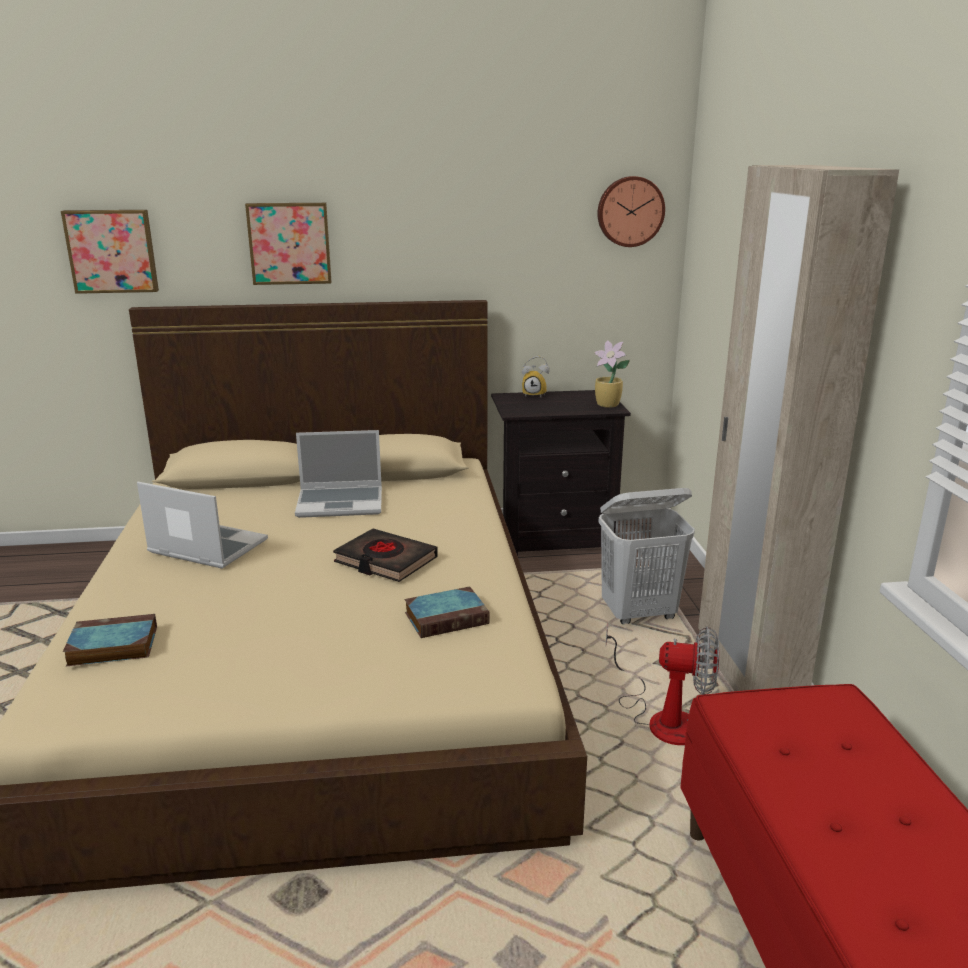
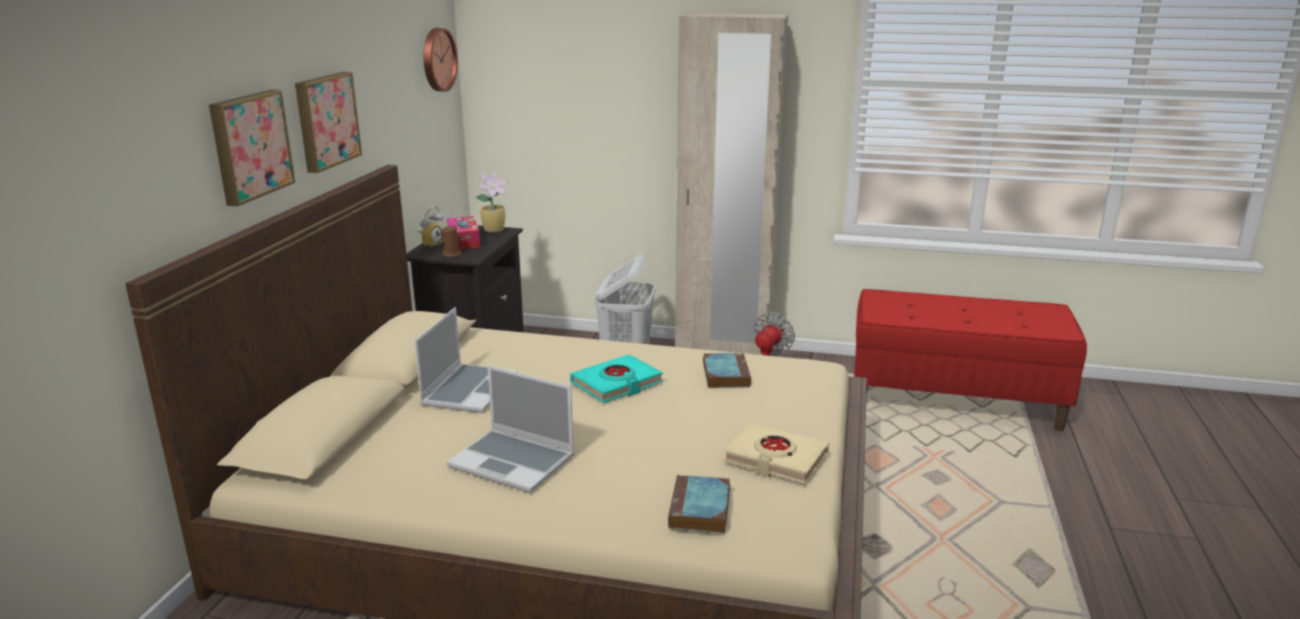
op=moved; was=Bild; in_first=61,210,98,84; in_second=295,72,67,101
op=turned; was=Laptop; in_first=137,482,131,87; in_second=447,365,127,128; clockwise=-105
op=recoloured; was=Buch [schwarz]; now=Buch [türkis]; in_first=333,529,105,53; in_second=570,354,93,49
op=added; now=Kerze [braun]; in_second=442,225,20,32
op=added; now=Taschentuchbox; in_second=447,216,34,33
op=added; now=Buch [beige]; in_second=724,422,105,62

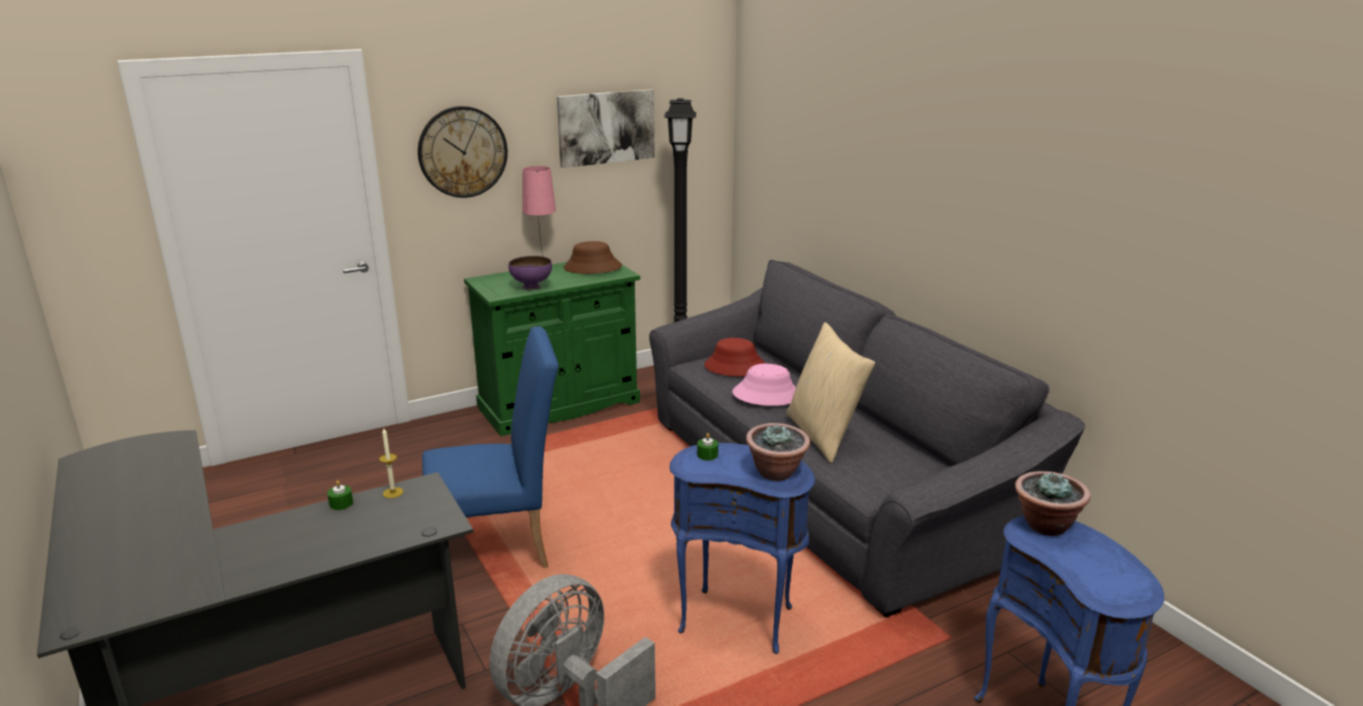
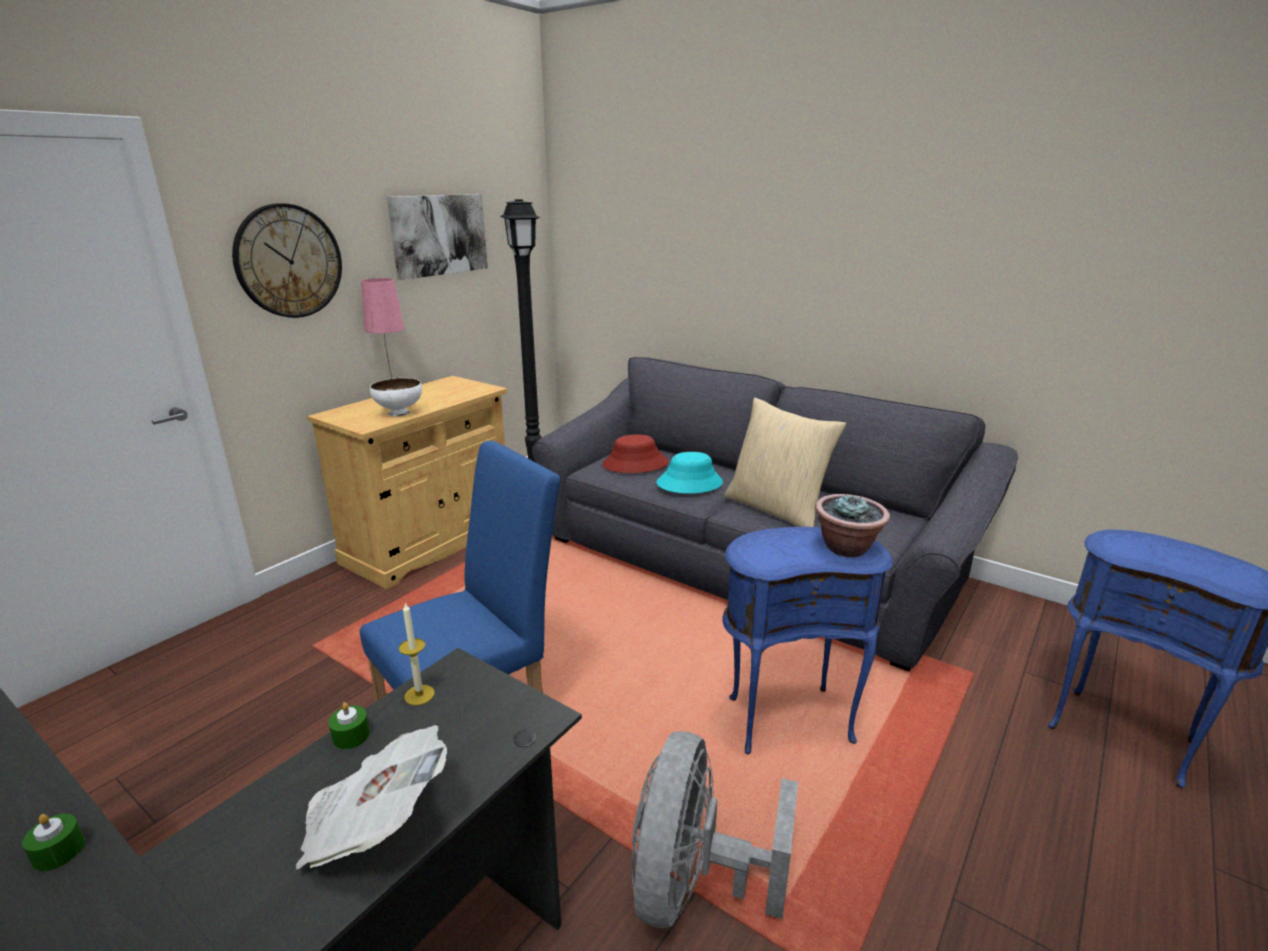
op=recoloured; was=Schrank [grün]; now=Schrank [beige]; in_first=464,262,176,174; in_second=307,376,201,213
op=recoloured; was=Schüssel [lila]; now=Schüssel [weiß]; in_first=509,256,43,34; in_second=370,378,52,39
op=removed; was=Hut [braun]; in_first=563,241,59,33
op=moved; was=Kerze [grün]; in_first=697,433,21,28; in_second=22,814,63,57
op=recoloured; was=Hut [rosa]; now=Hut [türkis]; in_first=732,364,64,42; in_second=656,452,67,42
op=removed; was=Topfpflanze; in_first=1015,471,75,65
op=added; now=Zeitung; in_second=296,725,151,144

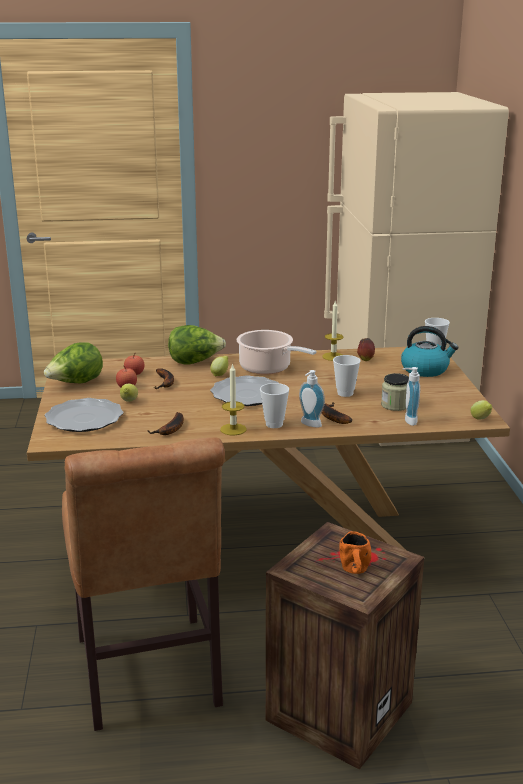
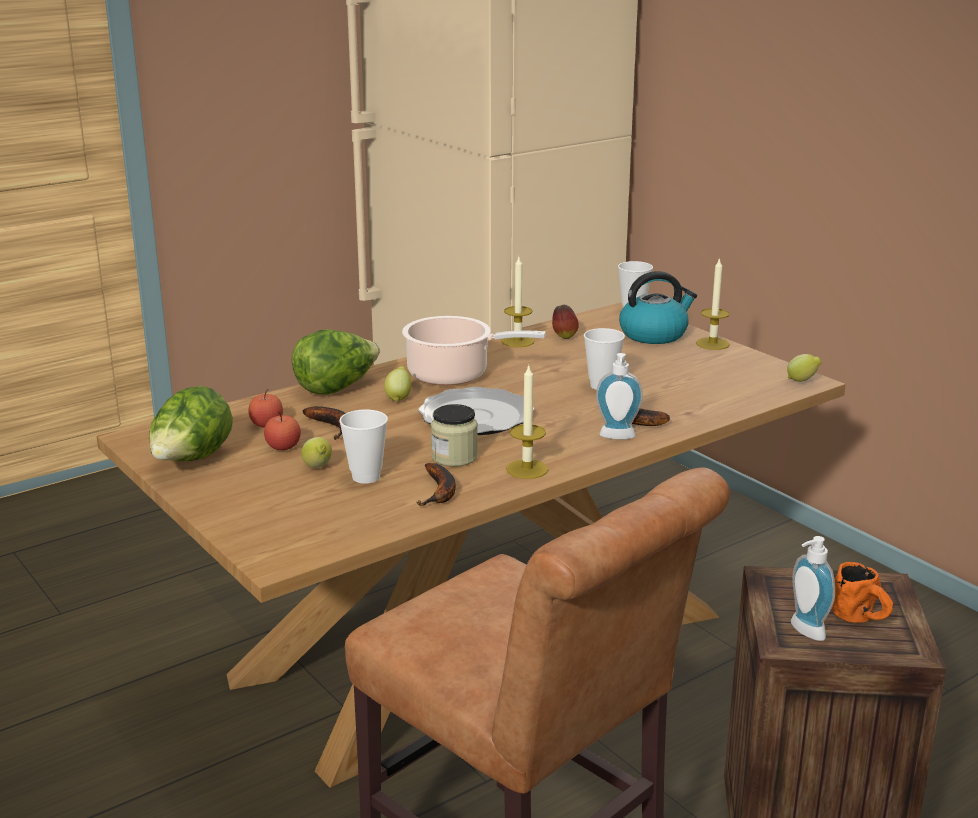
op=removed; was=Teller; in_first=45,398,78,34
op=moved; was=Tasse; in_first=260,383,29,45; in_second=339,409,49,75
op=moved; was=Vorratsglas; in_first=381,373,28,38; in_second=431,404,47,63
op=moved; was=Seifenspender; in_first=403,367,17,59; in_second=791,536,44,105
op=added; now=Kerze; in_second=696,257,34,93

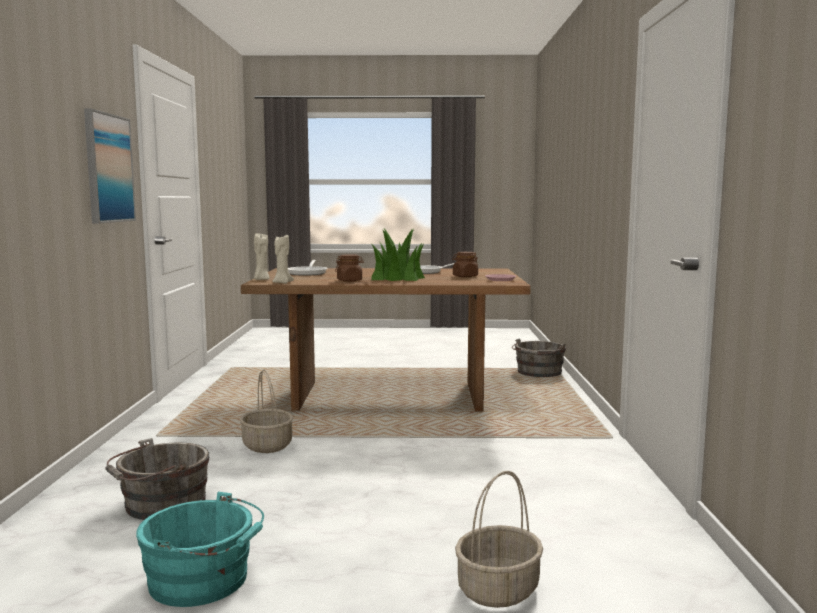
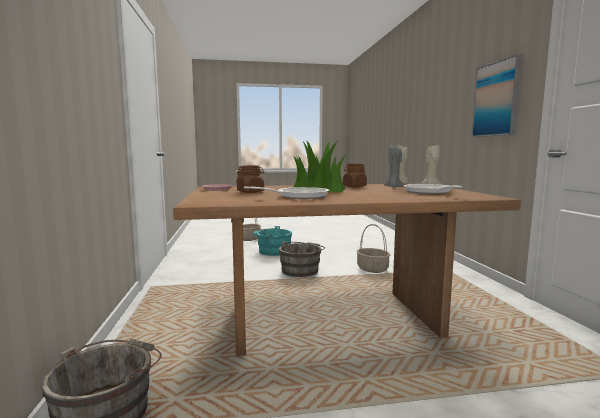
op=moved; was=Eimer [grau]; in_first=105,438,104,82; in_second=279,241,46,36
op=moved; was=Eimer [türkis]; in_first=136,492,128,115; in_second=253,226,39,30
op=added; now=Kerze [grau]; in_second=384,145,20,42

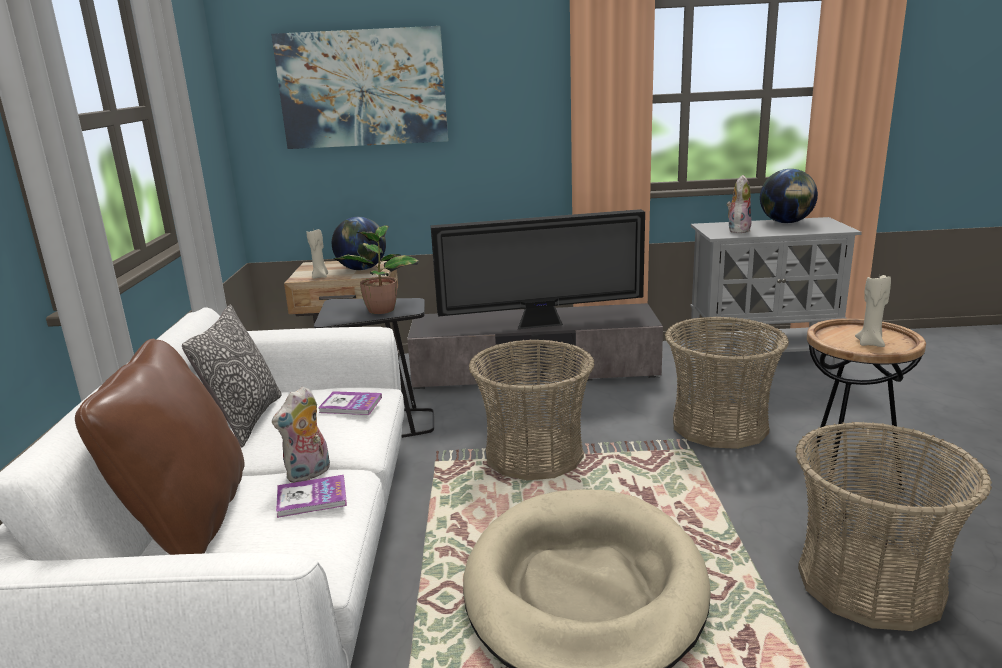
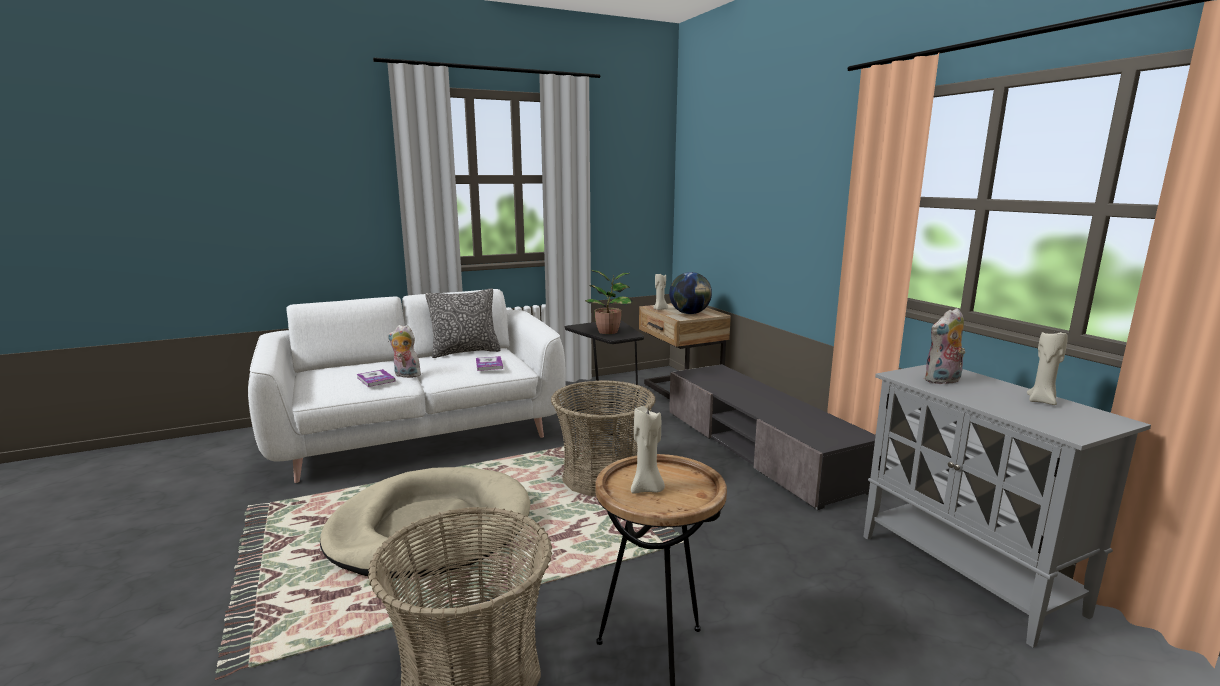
op=removed; was=Kissen [braun]; in_first=75,339,170,216
op=removed; was=Bild; in_first=271,26,177,123
op=removed; was=Fernseher; in_first=430,209,215,120
op=removed; was=Korb; in_first=665,316,124,133
op=turned; was=Plüschtier; in_first=727,175,24,58; in_second=924,308,41,77; clockwise=150
op=replaced; was=Globus; now=Kerze [beige]; in_first=760,169,58,54; in_second=1027,328,41,77

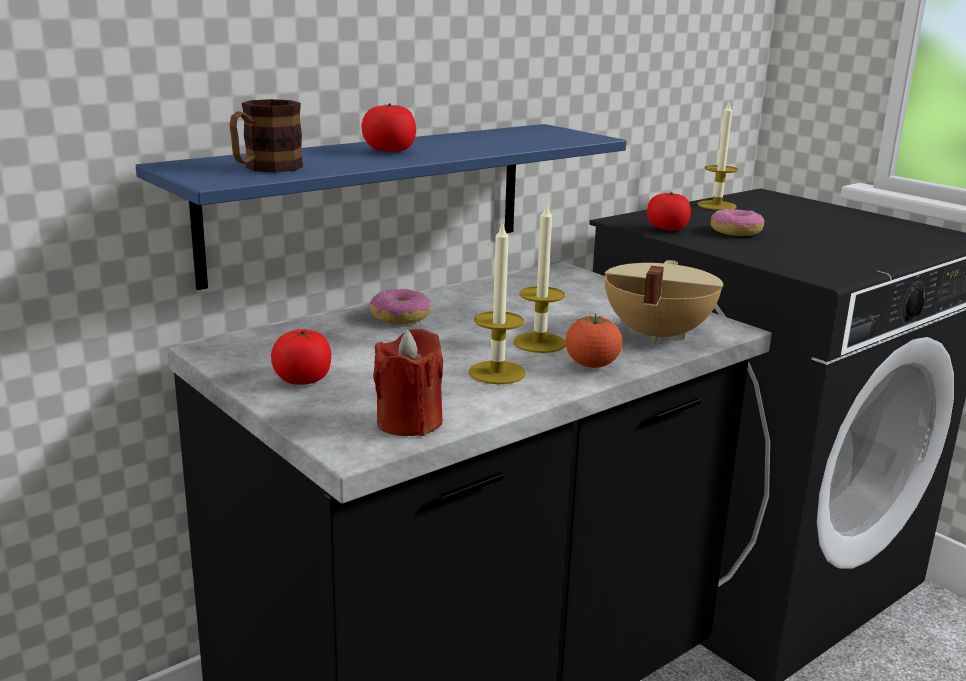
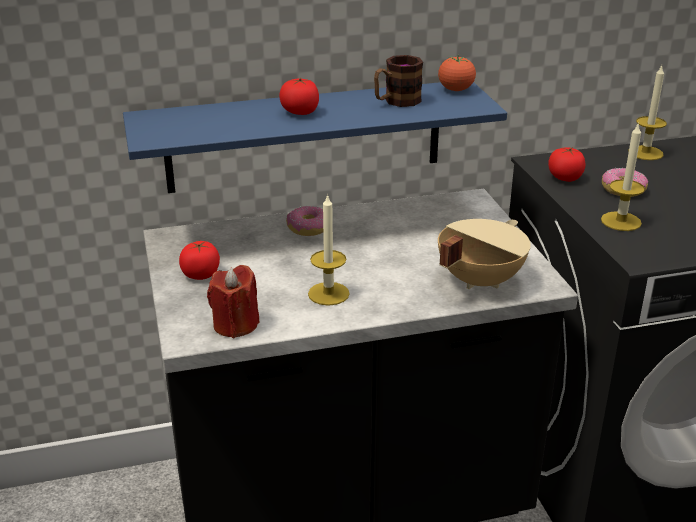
op=moved; was=Henkelbecher; in_first=229,99,74,74; in_second=374,55,49,52
op=moved; was=Kerze; in_first=513,205,53,148; in_second=601,122,44,109
op=moved; was=Tomate; in_first=565,314,57,54; in_second=438,55,38,36

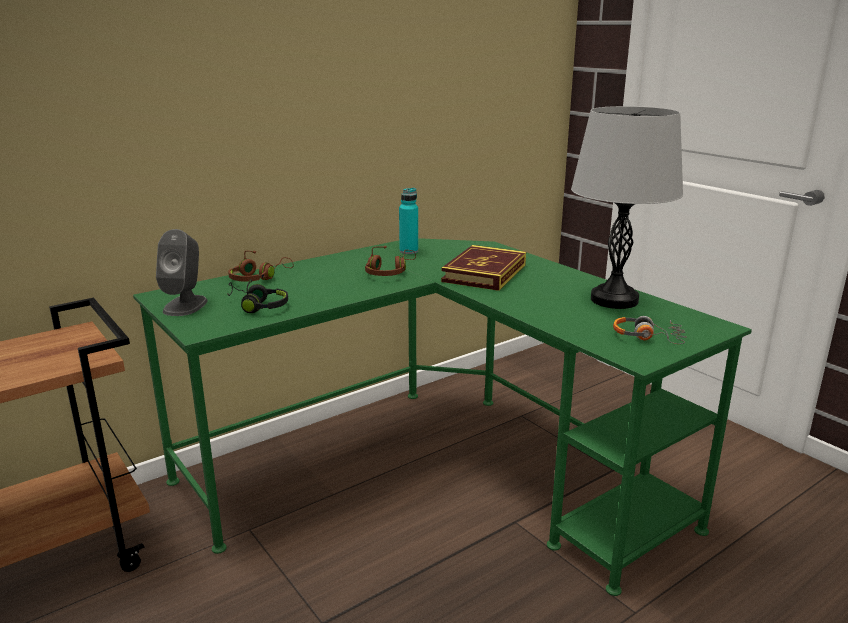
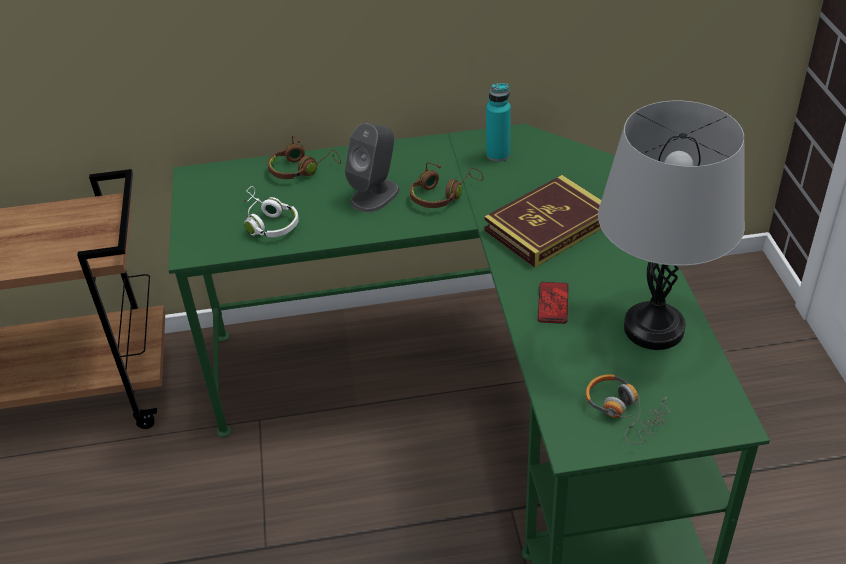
op=moved; was=Lautsprecher [grau]; in_first=156,229,51,87; in_second=345,123,55,89
op=recoloured; was=Kopfhörer [schwarz]; now=Kopfhörer [weiß]; in_first=227,279,61,34; in_second=243,186,56,51
op=added; now=Handy; in_second=538,282,31,42

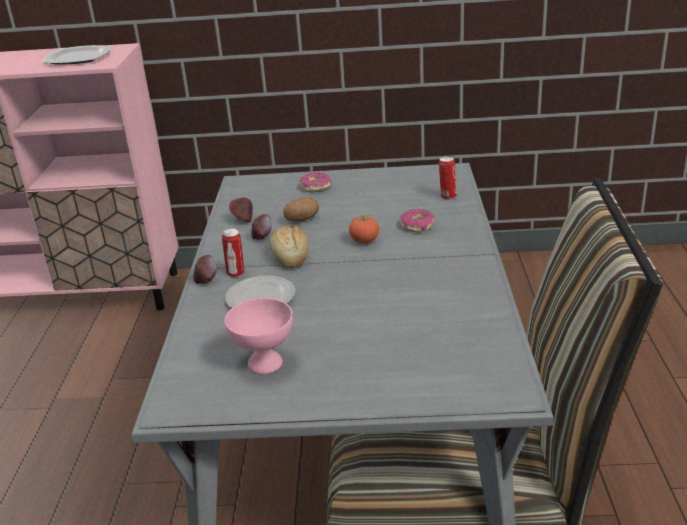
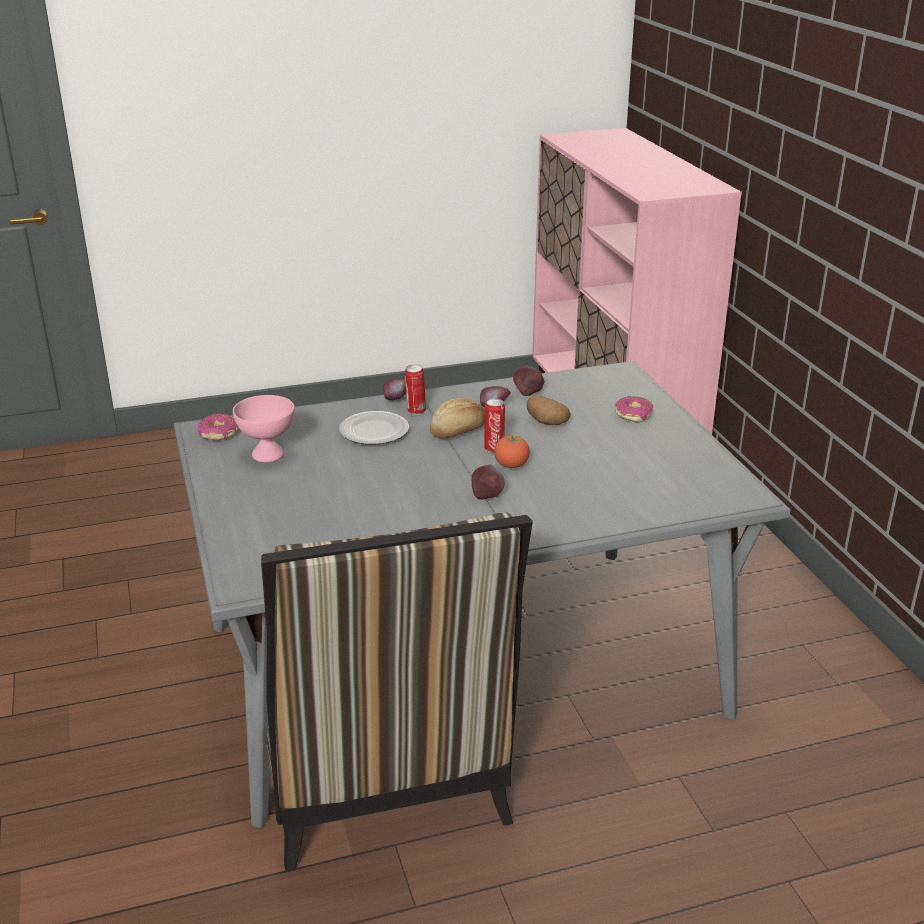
op=removed; was=Teller; in_first=43,45,67,20
op=moved; was=Donut; in_first=400,209,35,24; in_second=198,414,40,26
op=moved; was=Dose; in_first=439,156,18,44; in_second=484,399,21,54
op=added; now=Apfel; in_second=472,465,32,35

